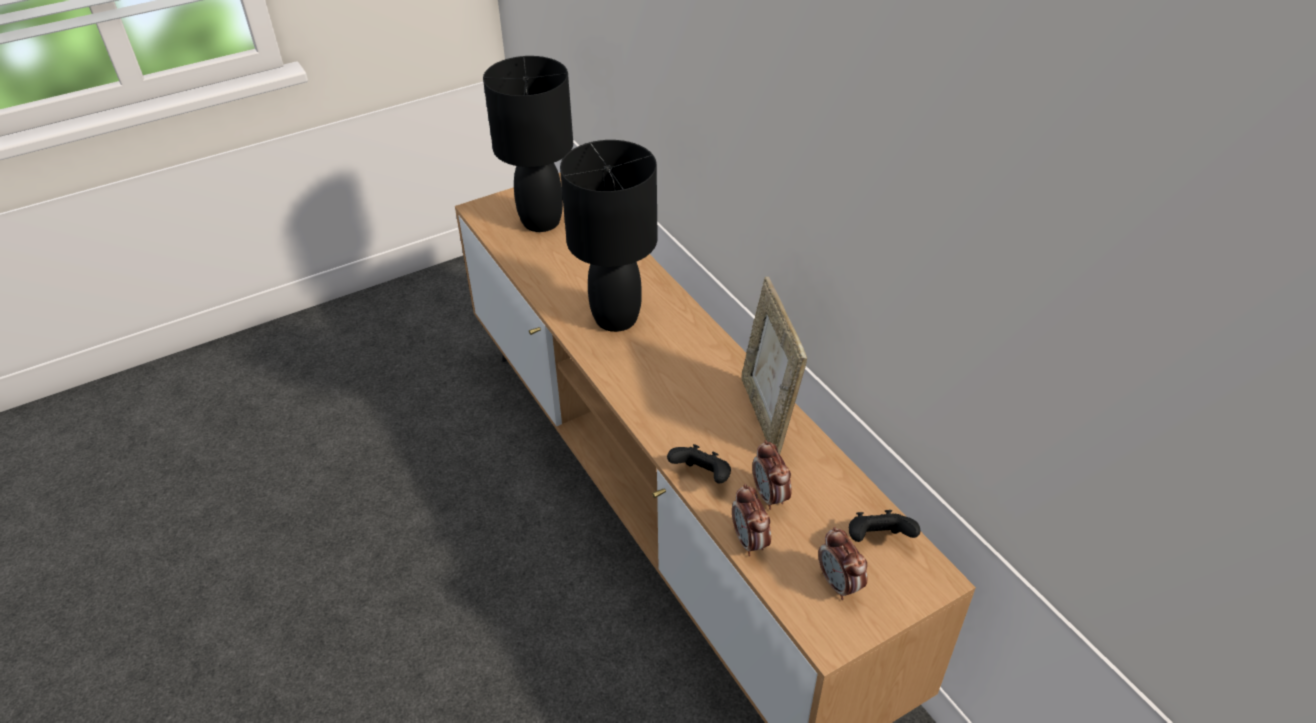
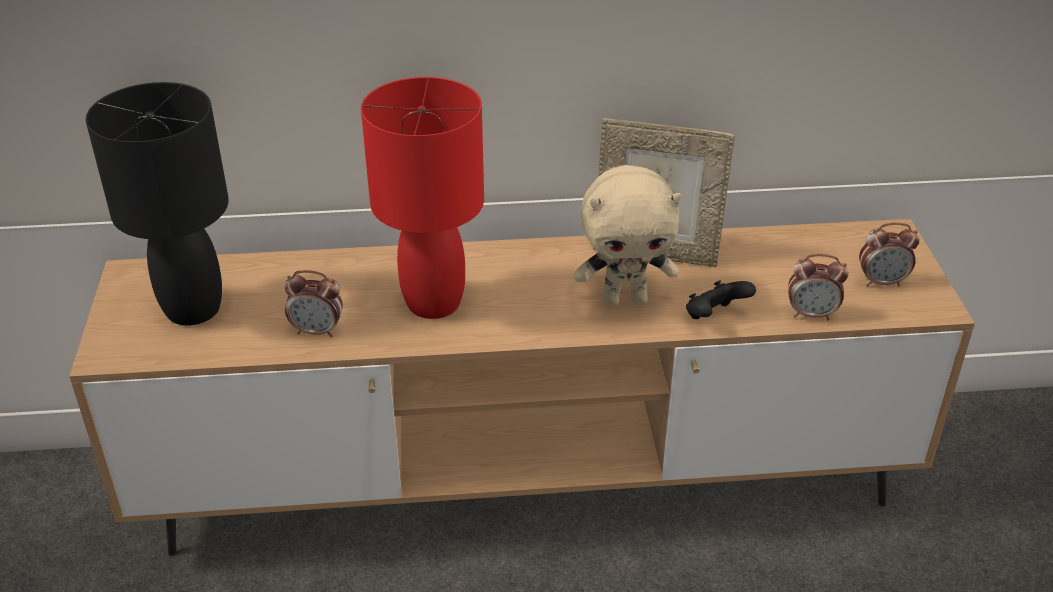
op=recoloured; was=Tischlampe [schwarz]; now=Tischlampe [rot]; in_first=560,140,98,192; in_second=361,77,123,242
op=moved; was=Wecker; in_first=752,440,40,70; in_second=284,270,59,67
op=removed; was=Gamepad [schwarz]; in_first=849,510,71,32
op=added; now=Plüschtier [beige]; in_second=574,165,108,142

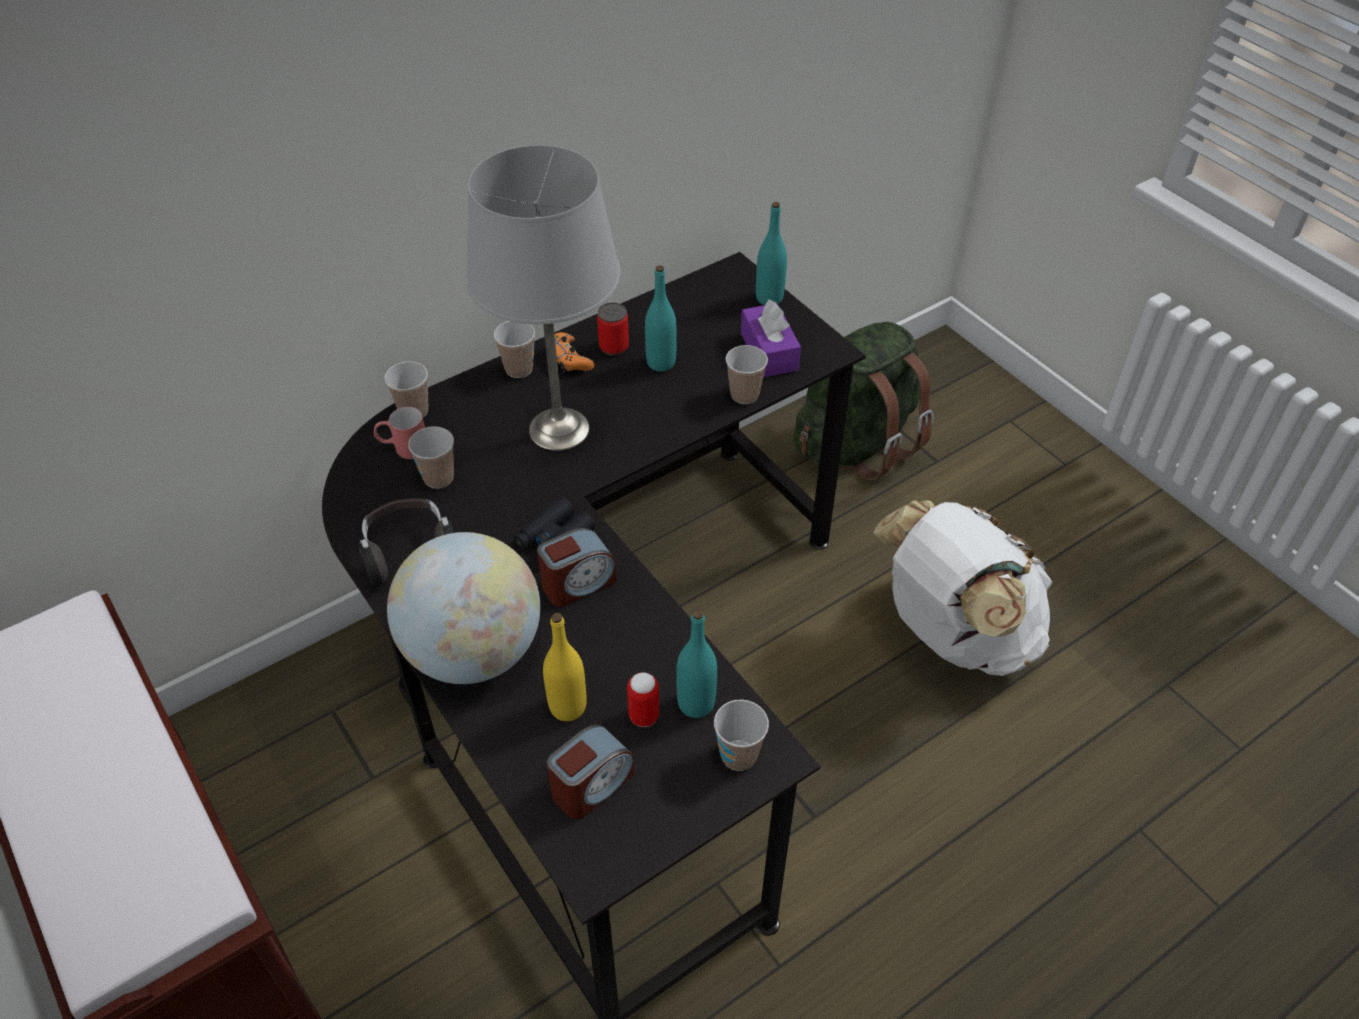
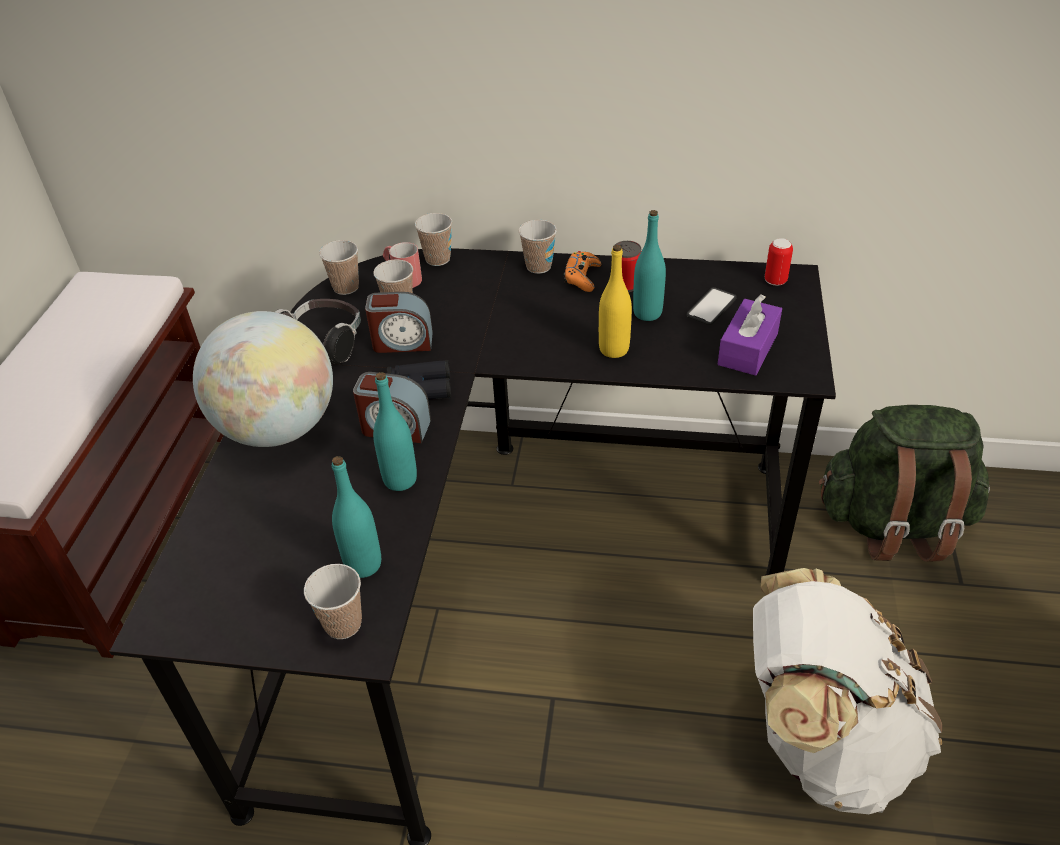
op=removed; was=Tischlampe [grau]; in_first=466,145,154,306
op=moved; was=Flasche [gelb]; in_first=543,613,44,108; in_second=599,245,33,113
op=moved; was=Wecker; in_first=547,724,87,96; in_second=365,292,68,61
op=moved; was=Dose; in_first=627,672,32,55; in_second=765,238,28,48
op=moved; was=Tasse; in_first=725,345,43,59; in_second=319,240,40,55
op=moved; was=Flasche [türkis]; in_first=756,202,31,103; in_second=373,372,44,119
op=added; now=Handy; in_second=686,287,51,38

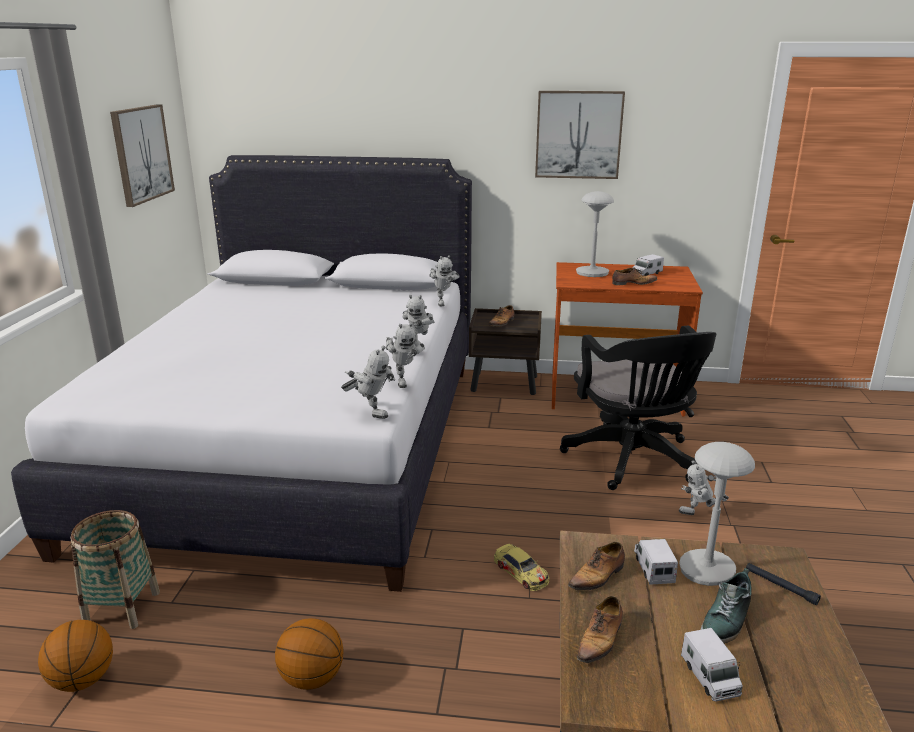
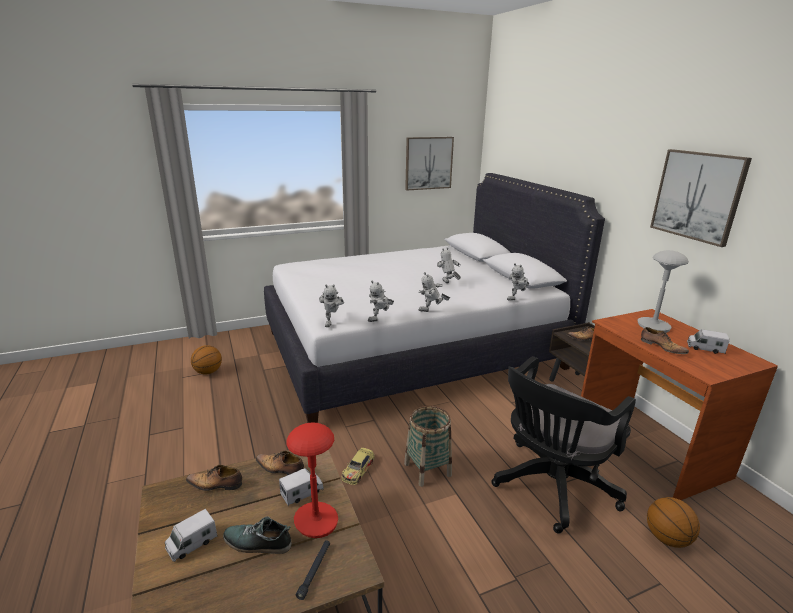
op=moved; was=Korb; in_first=71,510,89,119; in_second=404,406,48,81
op=moved; was=Basketball; in_first=275,618,69,72; in_second=647,497,53,51
op=recoloured; was=Tischlampe [grau]; now=Tischlampe [rot]; in_first=679,442,76,144; in_second=286,422,52,116
op=moved; was=Spielzeugroboter; in_first=679,460,50,55; in_second=437,247,24,36

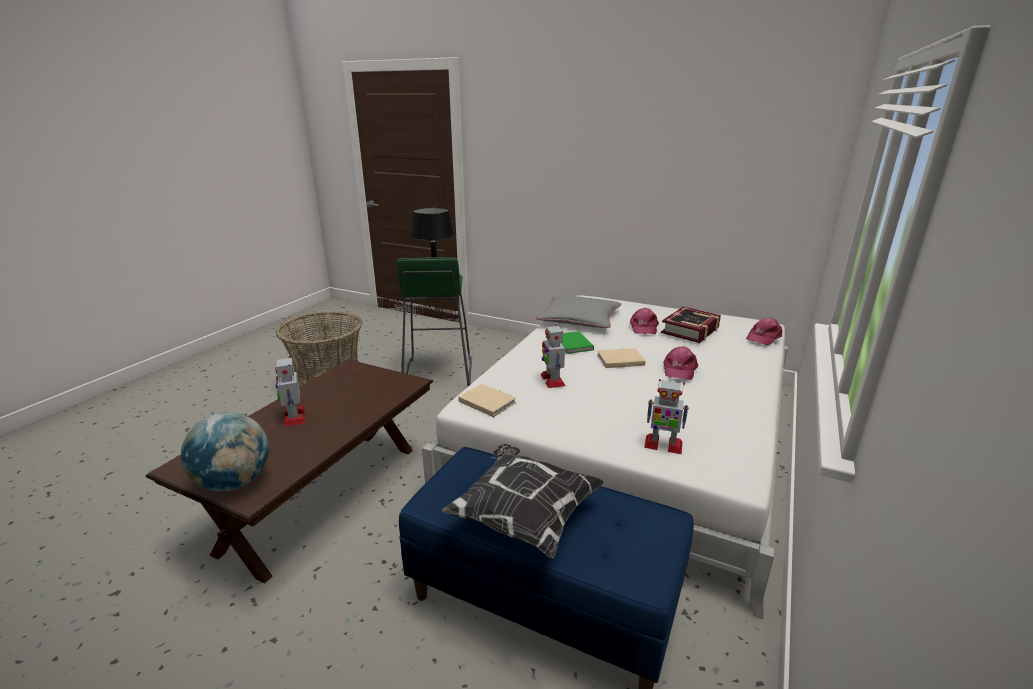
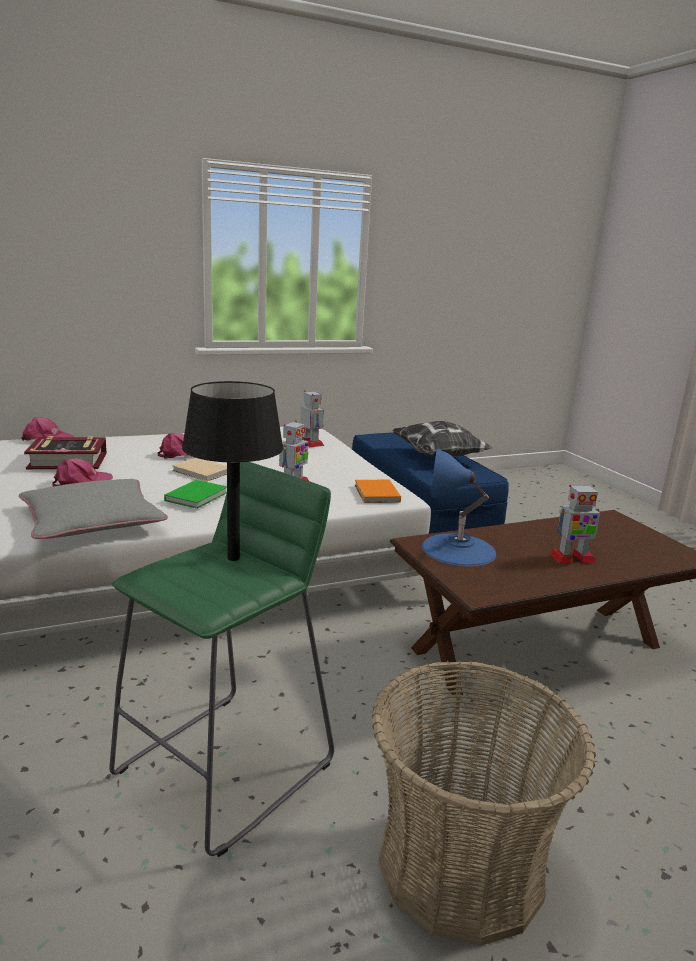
op=removed; was=Globus; in_first=181,412,88,80
op=turned; was=Spielzeugroboter; in_first=275,356,30,71; in_second=549,485,51,79; clockwise=60
op=recoloured; was=Buch [beige]; now=Buch [orange]; in_first=458,384,58,33; in_second=355,480,46,23
op=added; now=Tischlampe [blau]; in_second=422,449,74,117

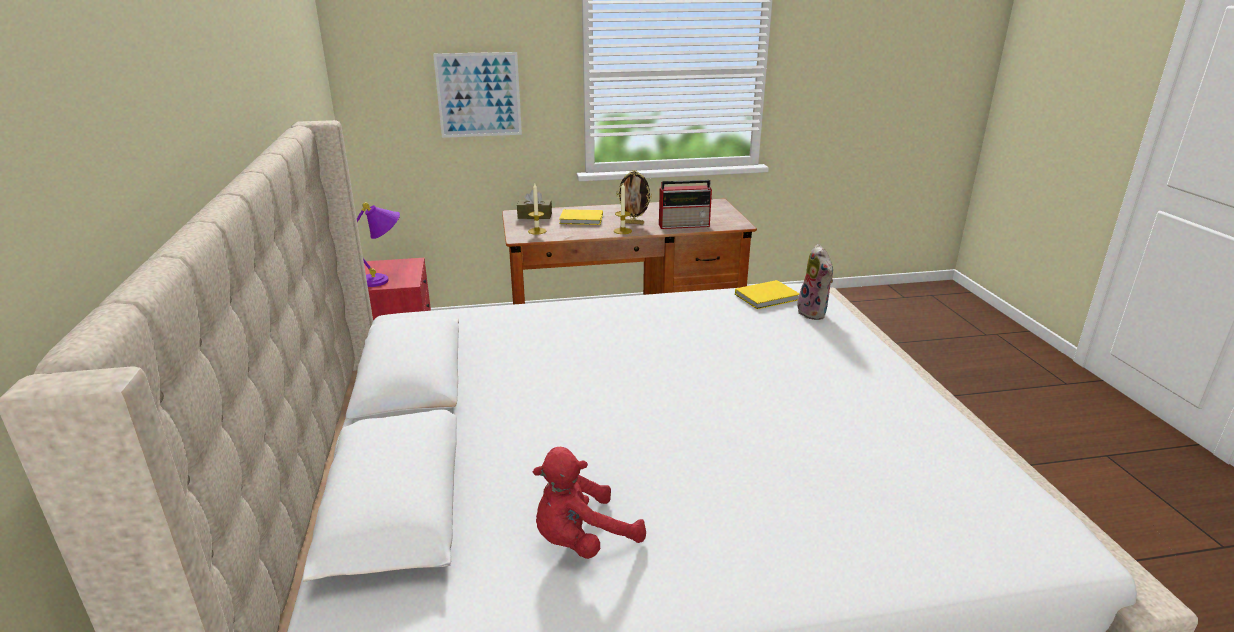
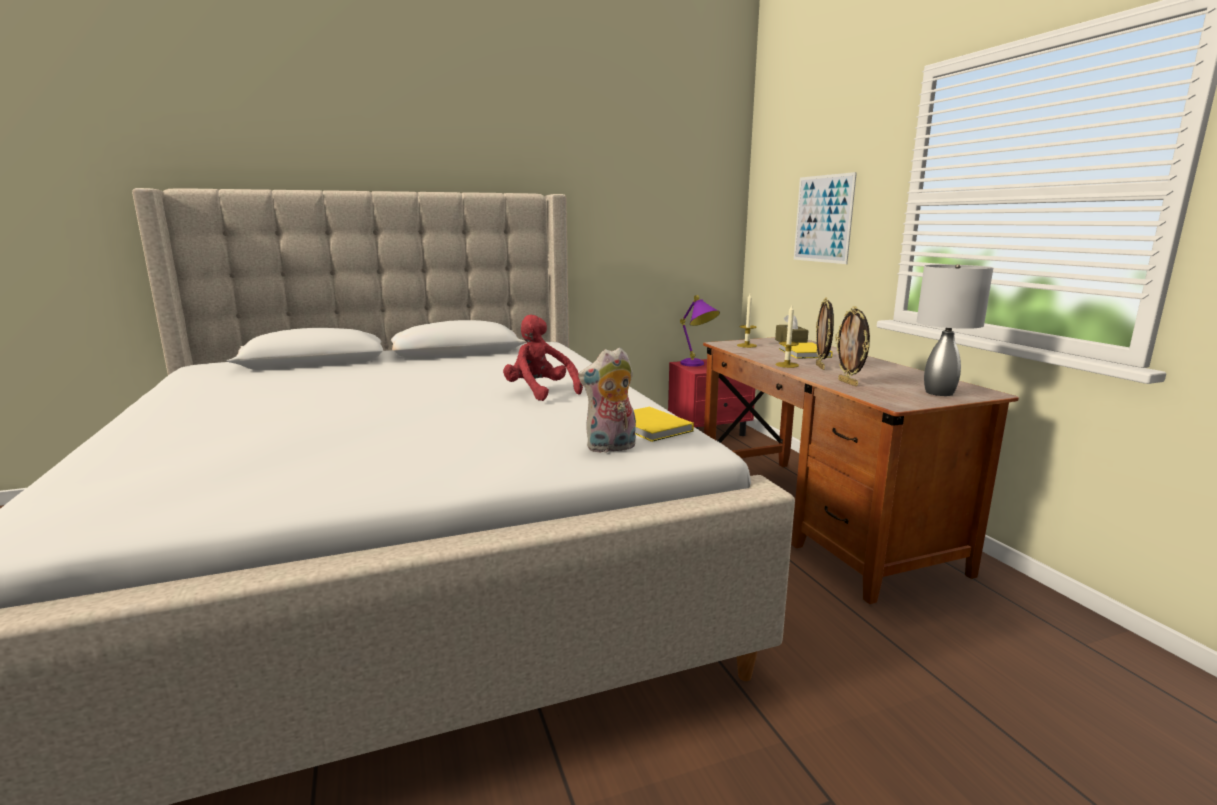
op=moved; was=Plüschtier [rot]; in_first=533,447,113,112; in_second=503,315,80,86
op=replaced; was=Radio; now=Bilderrahmen; in_first=659,180,53,49; in_second=835,306,35,80
op=added; now=Tischlampe [grau]; in_second=917,264,76,132

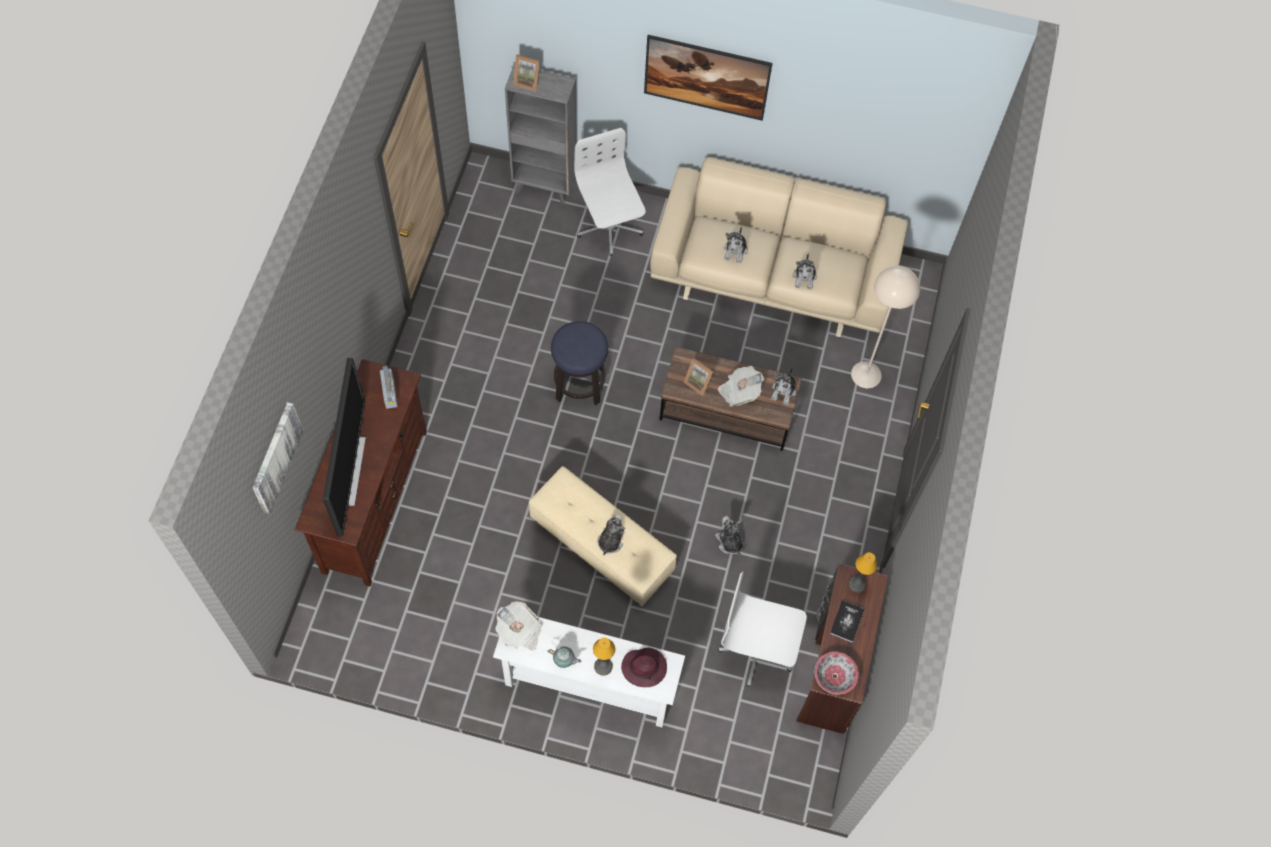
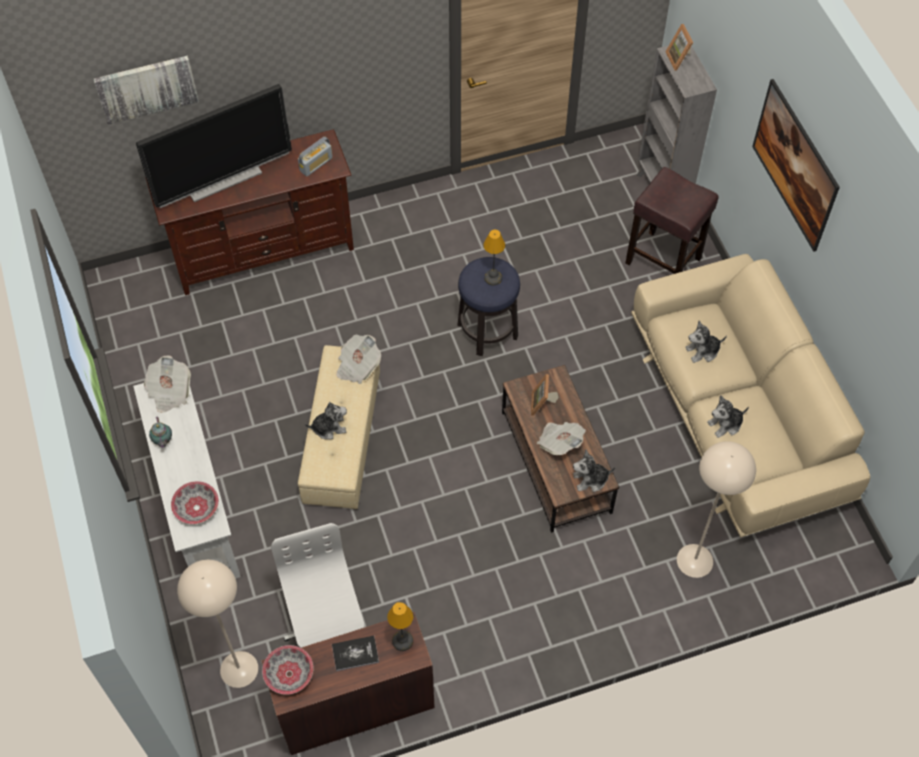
op=replaced; was=Bürostuhl [weiß]; now=Hocker [braun]; in_first=574,128,72,128; in_second=625,167,94,107
op=moved; was=Tischlampe; in_first=593,638,22,38; in_second=484,230,21,56
op=replaced; was=Hut [lila]; now=Schüssel; in_first=621,648,46,39; in_second=171,481,48,43
op=removed; was=Plüschtier; in_first=715,516,28,39
op=added; now=Stehlampe [beige]; in_second=177,560,81,128
op=added; now=Zeitung; in_second=336,334,45,50

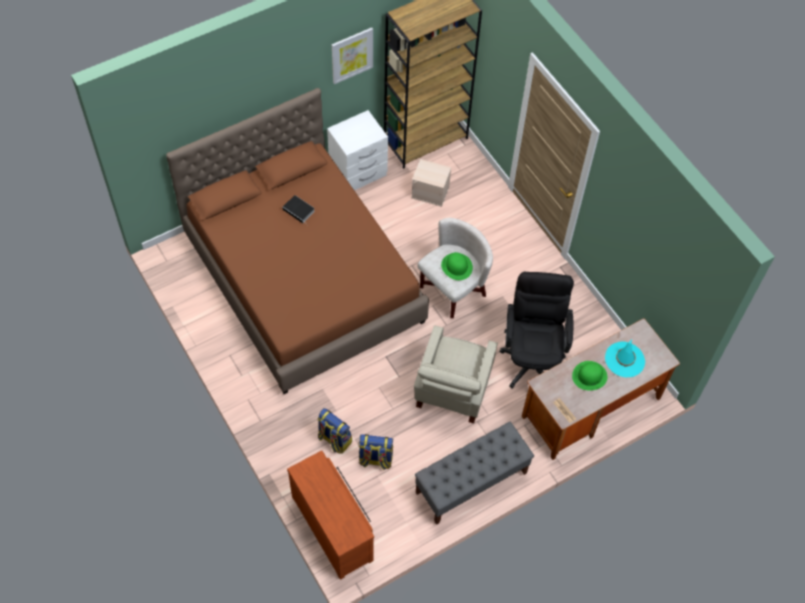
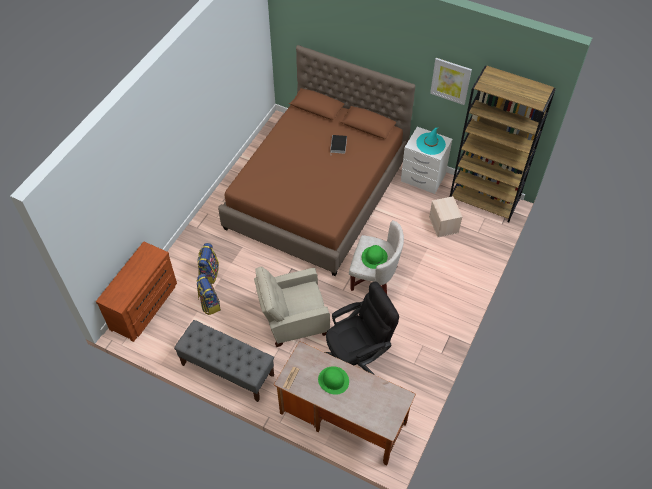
op=moved; was=Hut [türkis]; in_first=605,340,40,37; in_second=417,128,29,27

